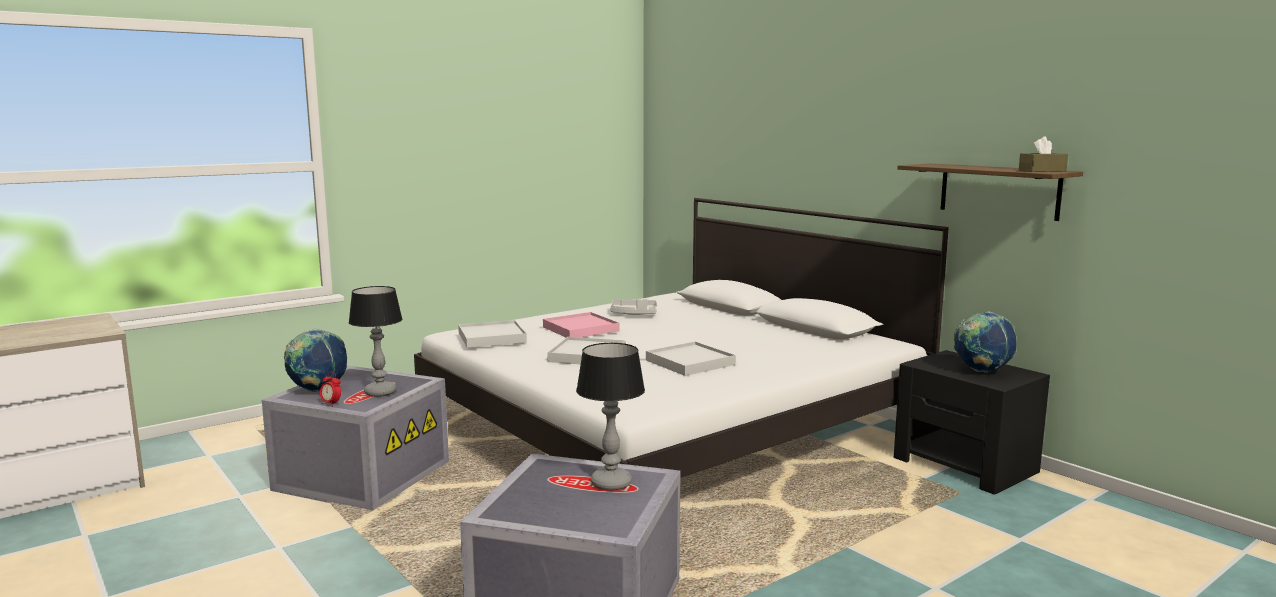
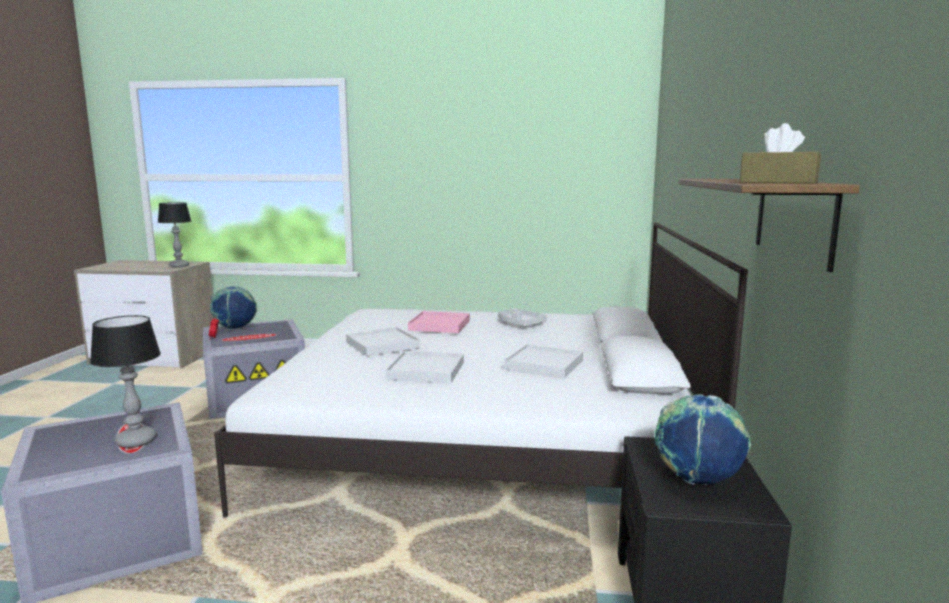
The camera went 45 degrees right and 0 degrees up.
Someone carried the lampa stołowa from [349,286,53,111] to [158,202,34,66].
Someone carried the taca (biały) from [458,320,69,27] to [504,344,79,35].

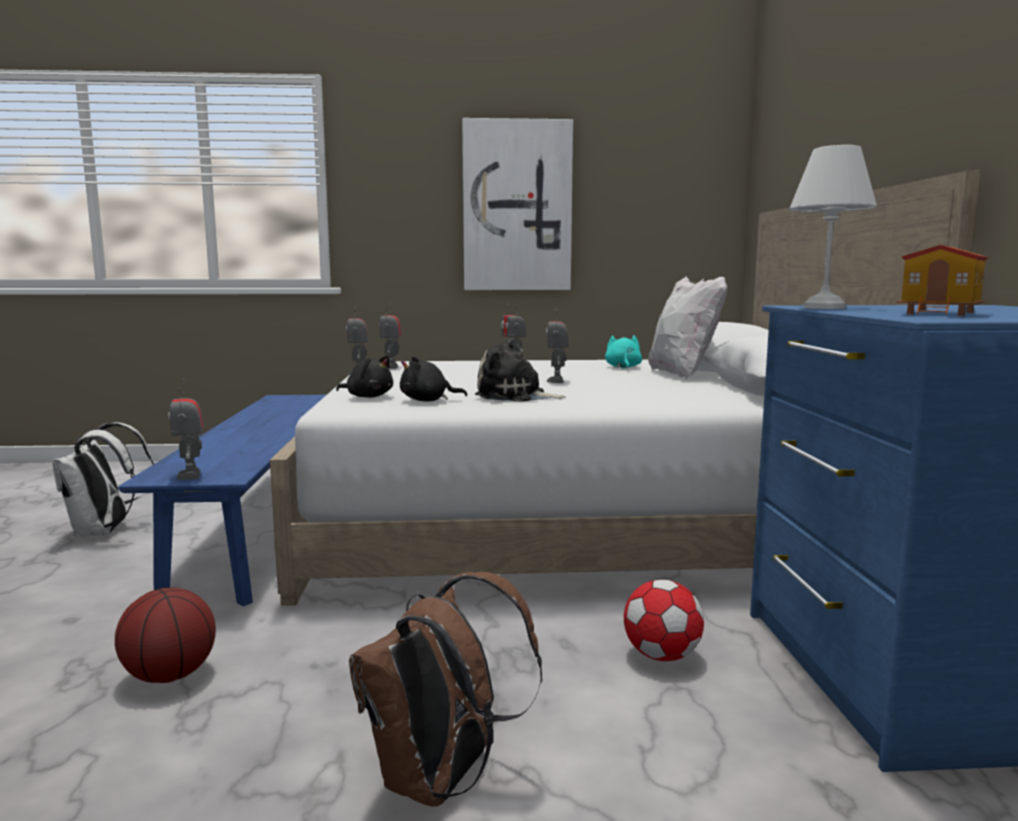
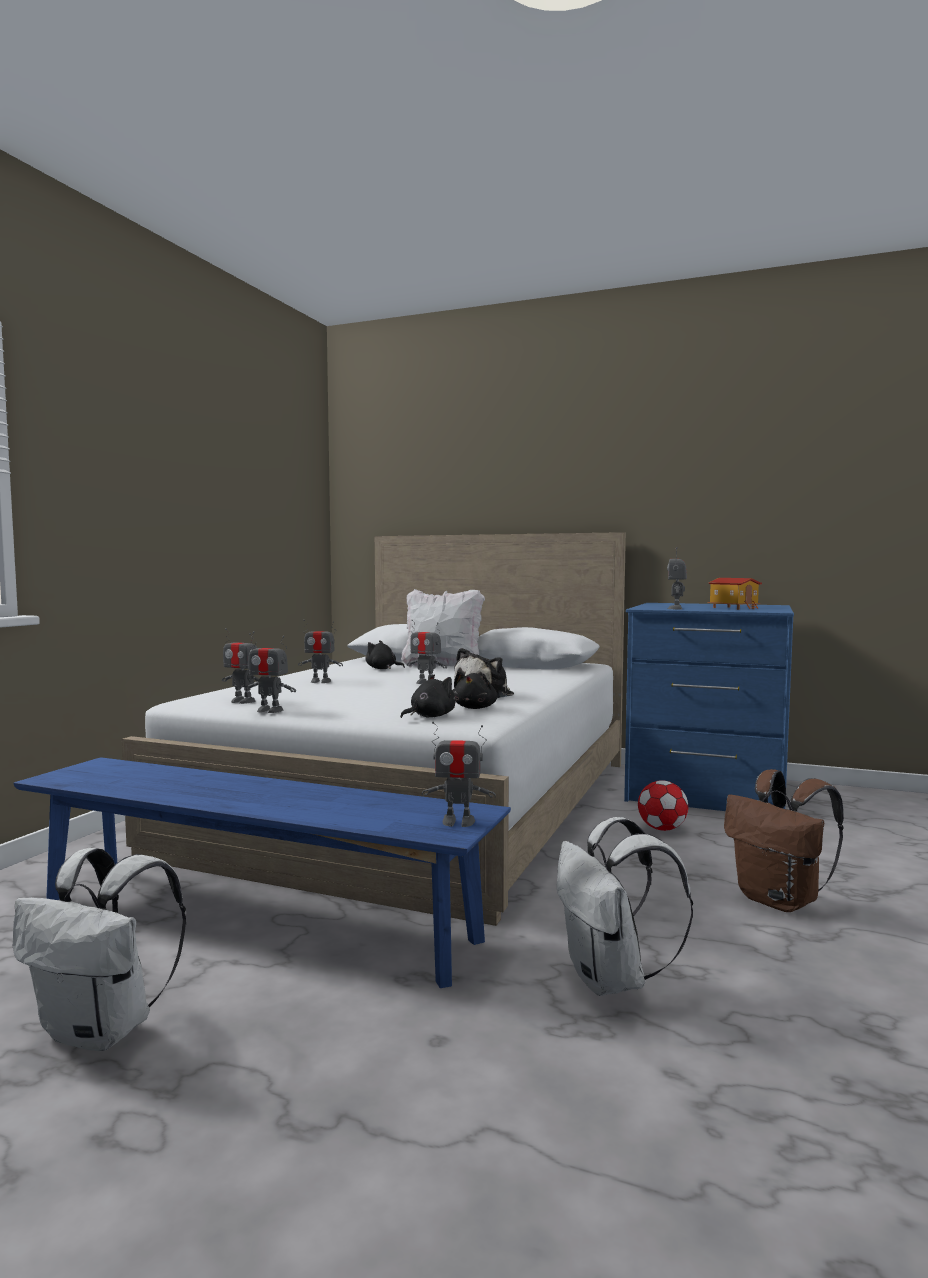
The camera went 65 degrees left and 5 degrees down.
Someone repainted the pluszak (turkusowy) at [605,335,37,34], which became the pluszak (czarny) at [366,640,39,29].
Someone swapped the piłka do koszykówki at [115,588,101,95] for the plecak (biały) at [557,817,136,179].
Someone swapped the lampa stołowa (biały) at [790,145,87,164] for the robot zabawkowy at [667,547,20,63].
Someone took away the obraz at [462,118,111,172].

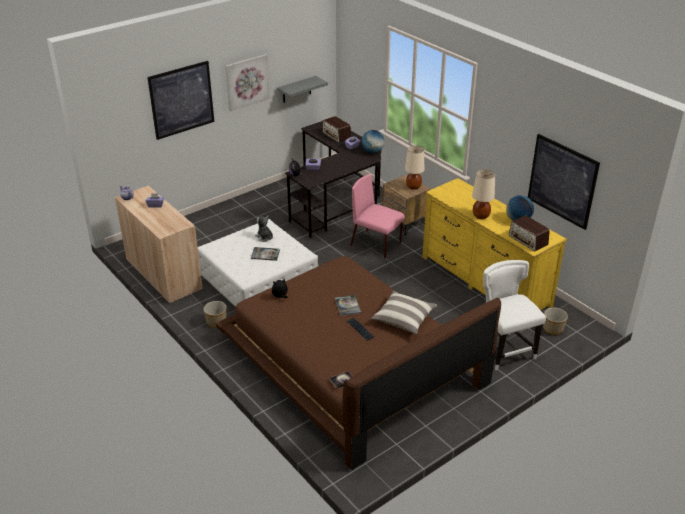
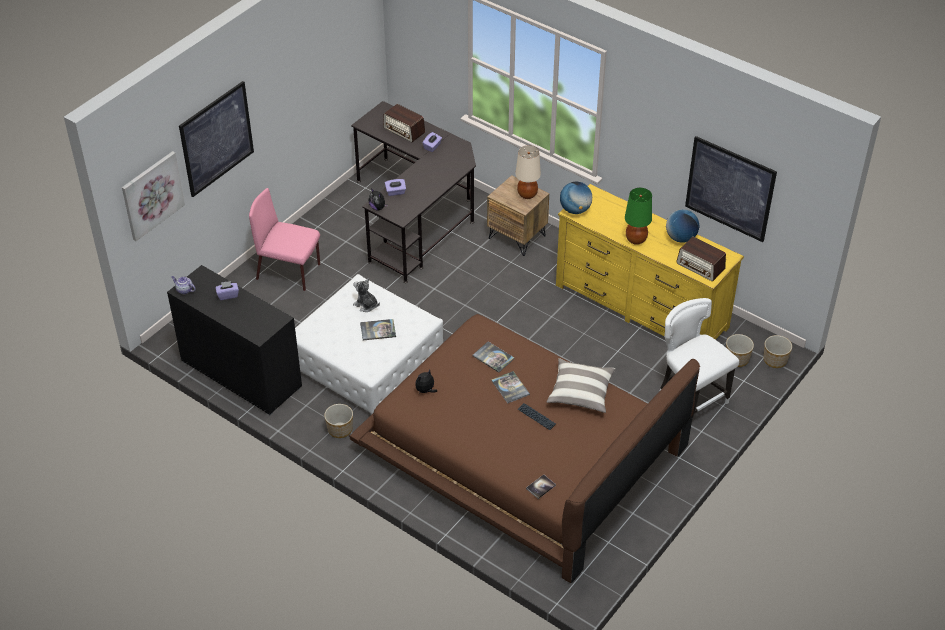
The camera went 15 degrees left and 10 degrees up.
Someone carried the obraz from [225,54,45,57] to [122,151,63,90].
Someone repainted the szafka (beżowy) at [115,186,88,118], which became the szafka (czarny) at [167,265,135,150].
Someone carried the krzesło (różowy) from [350,174,55,84] to [249,188,71,103].
Someone put down the książka at [472,341,42,32].
Someone carried the globus from [361,130,23,23] to [560,182,32,32].
Someone repainted the lampa stołowa (beżowy) at [472,170,23,49], which became the lampa stołowa (zielony) at [625,188,27,57].
Someone put down the donica at [764,335,28,33].
Someone took away the półka (szary) at [277,76,51,27].

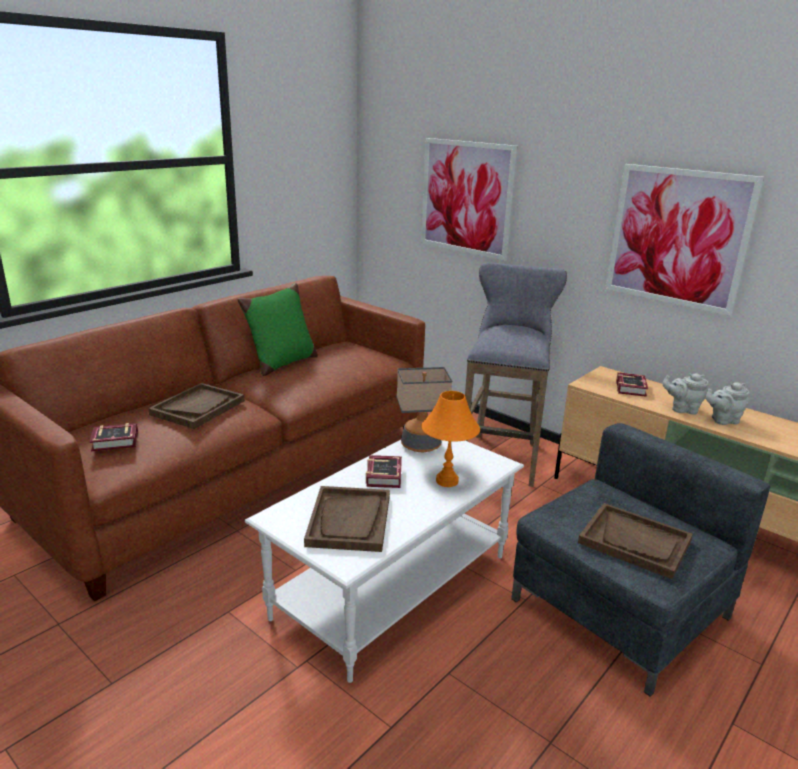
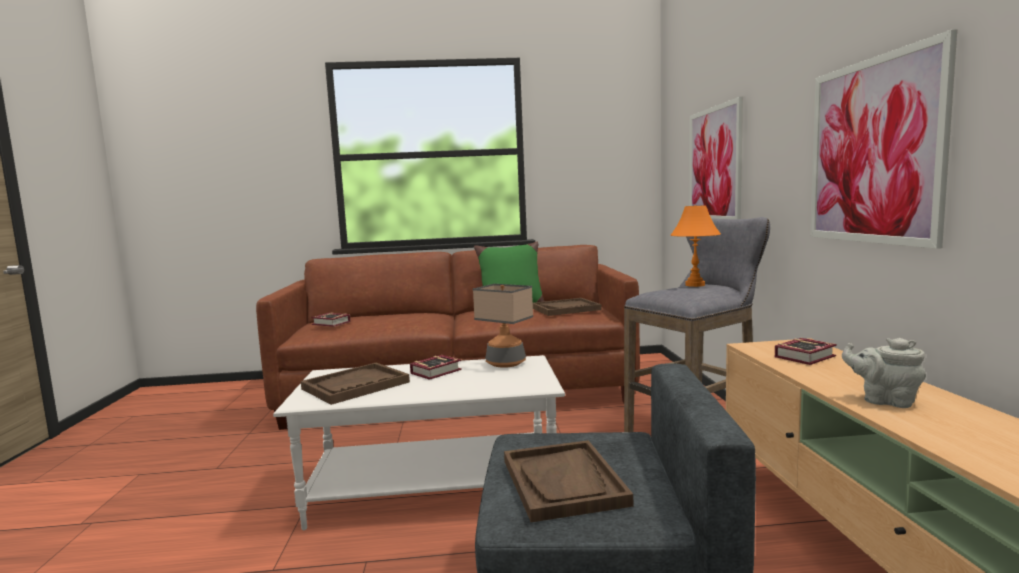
The camera went 45 degrees right and 15 degrees down.
Someone carried the taca (brązowy) from [148,383,97,46] to [533,298,69,18].
Someone carried the lampa stołowa (pomarańczowy) from [421,391,59,96] to [671,205,50,82].
Someone took away the imbryk (szary) at [663,373,46,42].

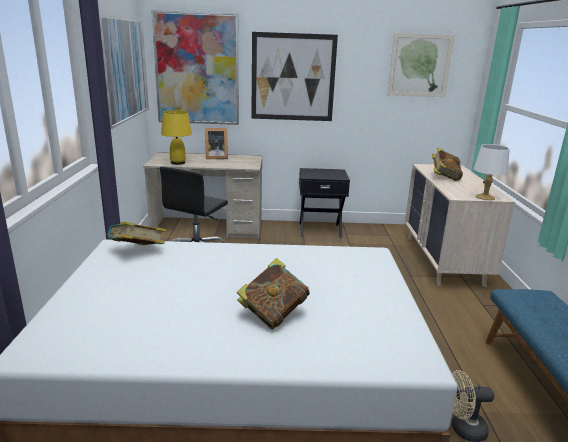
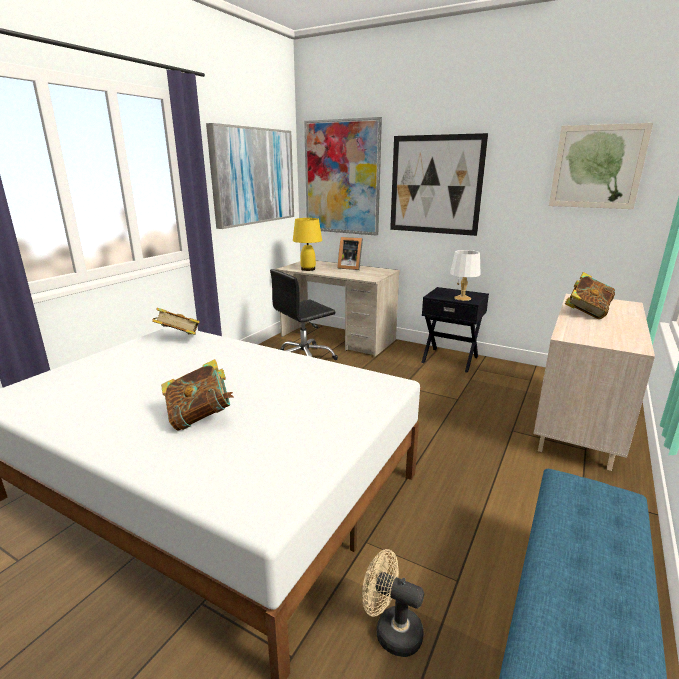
The camera went 30 degrees right and 0 degrees up.
Someone carried the lampa stołowa (biały) from [474,144,36,56] to [450,250,31,51].

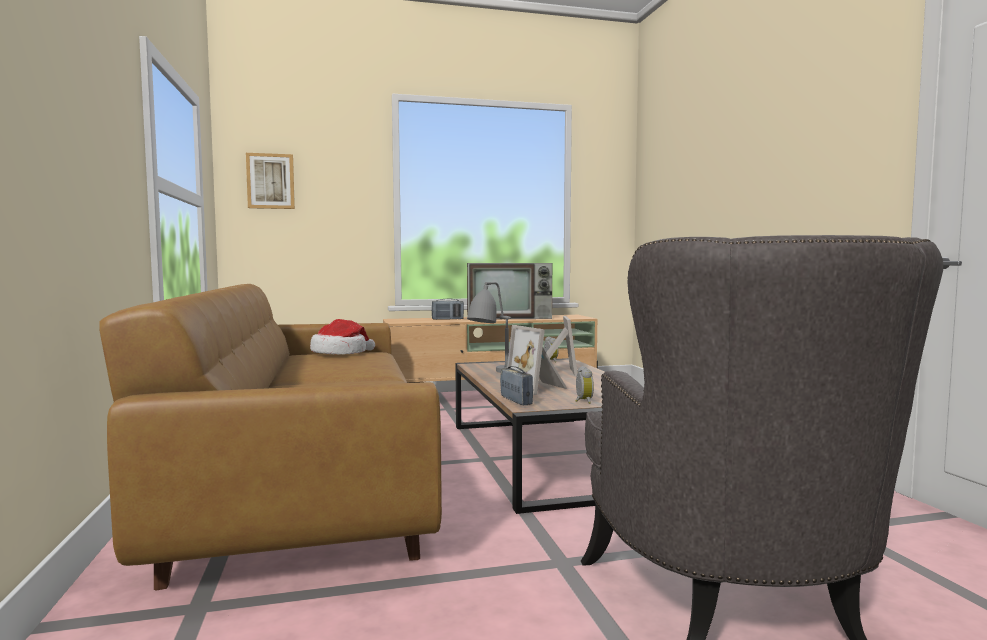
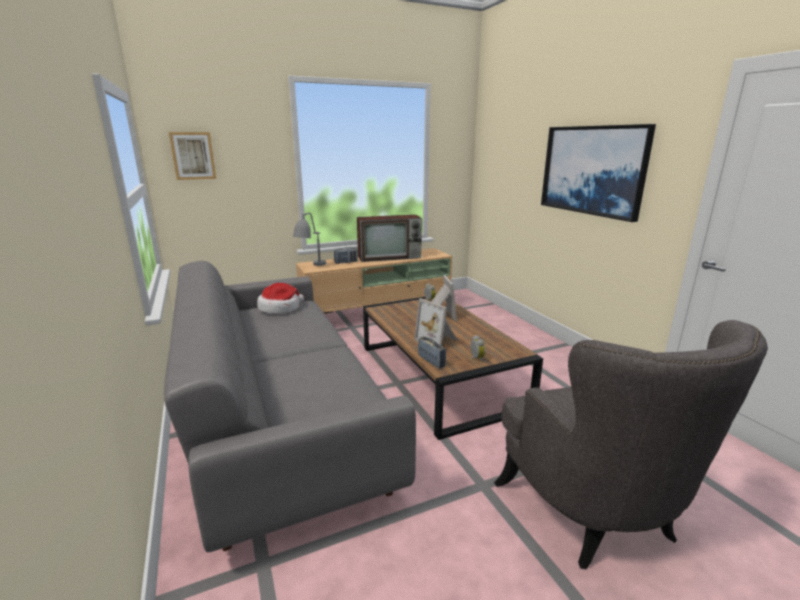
The camera went 10 degrees left and 15 degrees up.
Someone repainted the kanapa (brązowy) at [99,284,343,306], which became the kanapa (szary) at [164,261,252,291].
Someone carried the lampa stołowa (szary) from [467,282,44,91] to [293,213,33,53].
Someone put up the obraz at [541,124,115,98].

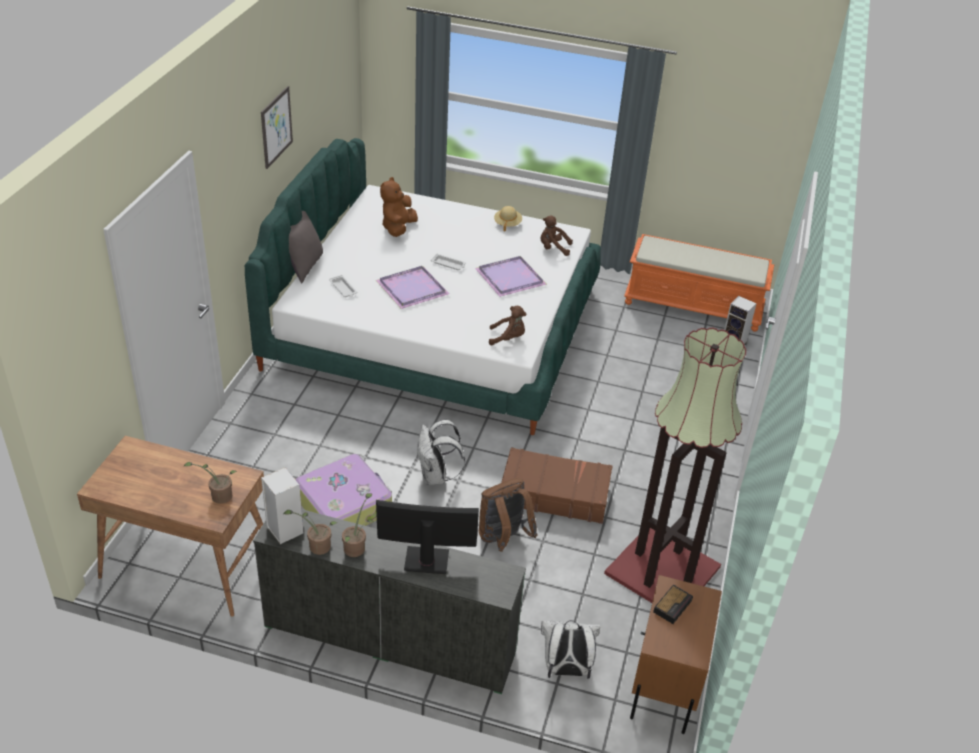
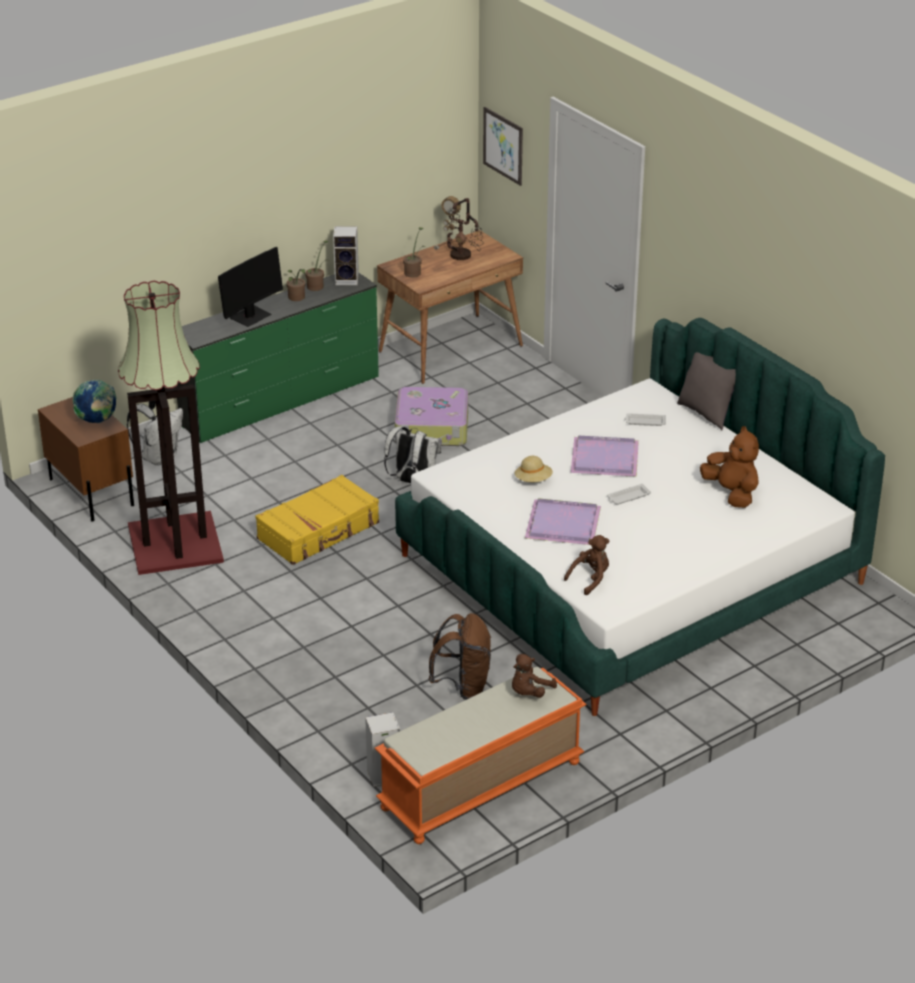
The camera went 130 degrees right and 5 degrees down.
Someone swapped the budzik at [653,585,40,39] for the globus at [73,380,44,43].
Someone repainted the walizka (brązowy) at [501,447,112,77], which became the walizka (żółty) at [256,475,123,90].
Someone carried the plecak (brązowy) from [479,478,59,74] to [428,613,63,87].
Someone put down the lampa stołowa at [434,196,49,64].
Someone carried the obraz from [261,86,32,83] to [483,107,40,79].
Someone carried the pluszak (brązowy) from [489,306,37,40] to [512,654,45,44].
Someone carried the kapelusz (beżowy) from [494,206,28,25] to [515,456,38,26].

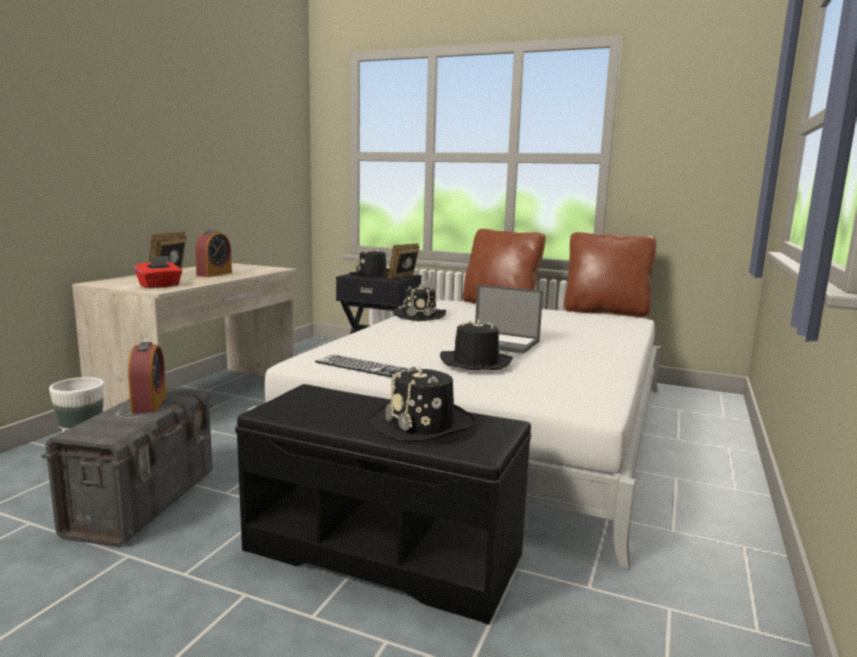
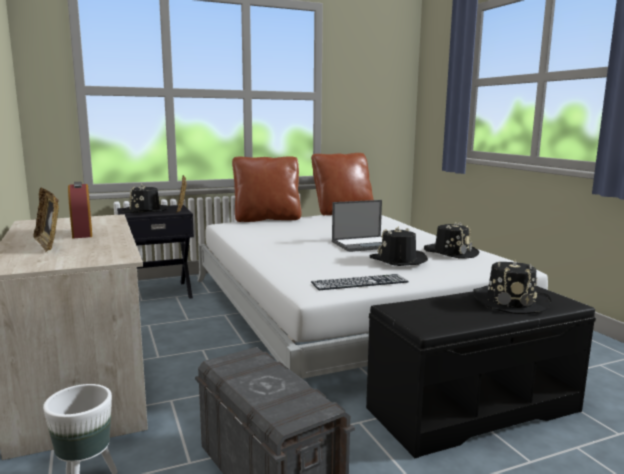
The camera went 45 degrees left and 0 degrees up.
Someone carried the kapelusz (czarny) from [393,284,53,37] to [424,221,56,38].
Someone took away the budzik at [128,342,38,71].
Someone took away the pudełko chusteczek (czerwony) at [134,256,48,32].

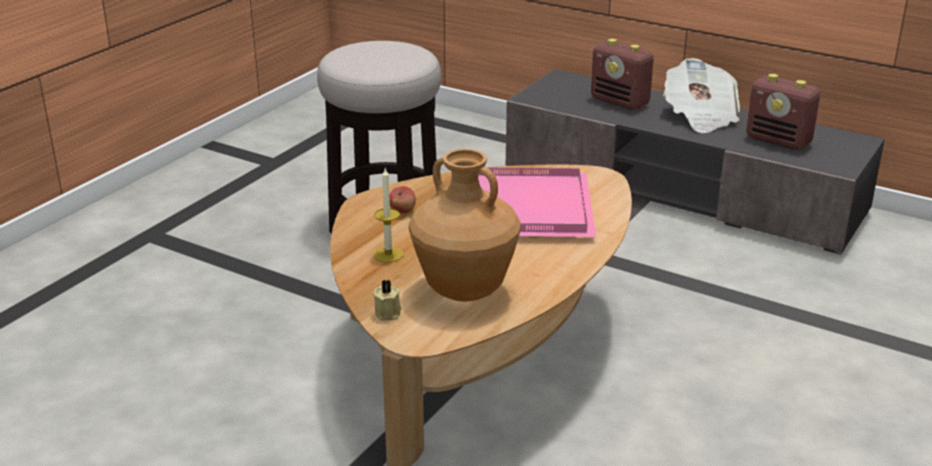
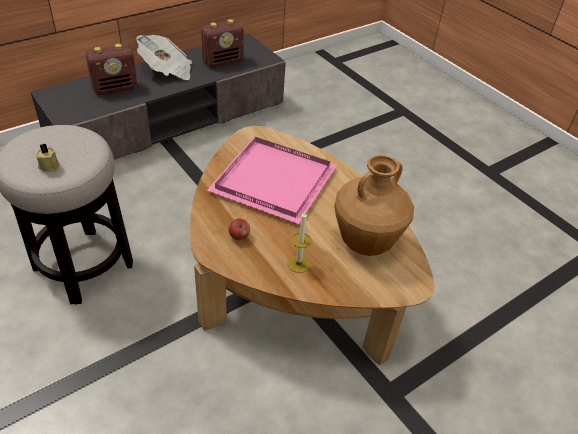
The camera went 70 degrees left and 15 degrees up.
Someone carried the świeca (beżowy) from [373,280,28,41] to [35,144,25,28].

